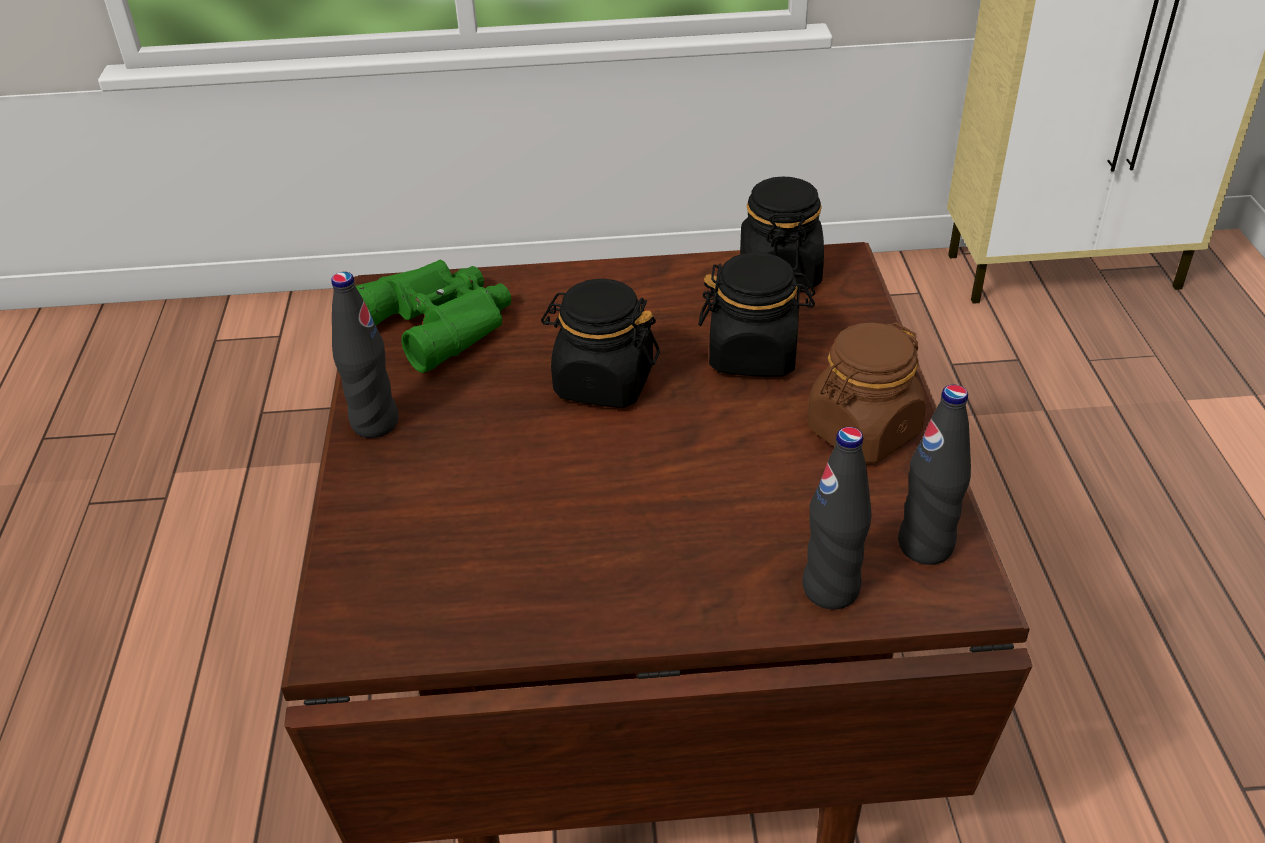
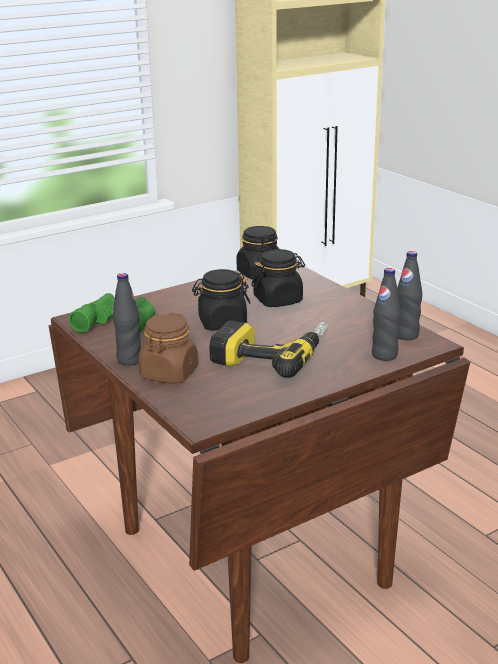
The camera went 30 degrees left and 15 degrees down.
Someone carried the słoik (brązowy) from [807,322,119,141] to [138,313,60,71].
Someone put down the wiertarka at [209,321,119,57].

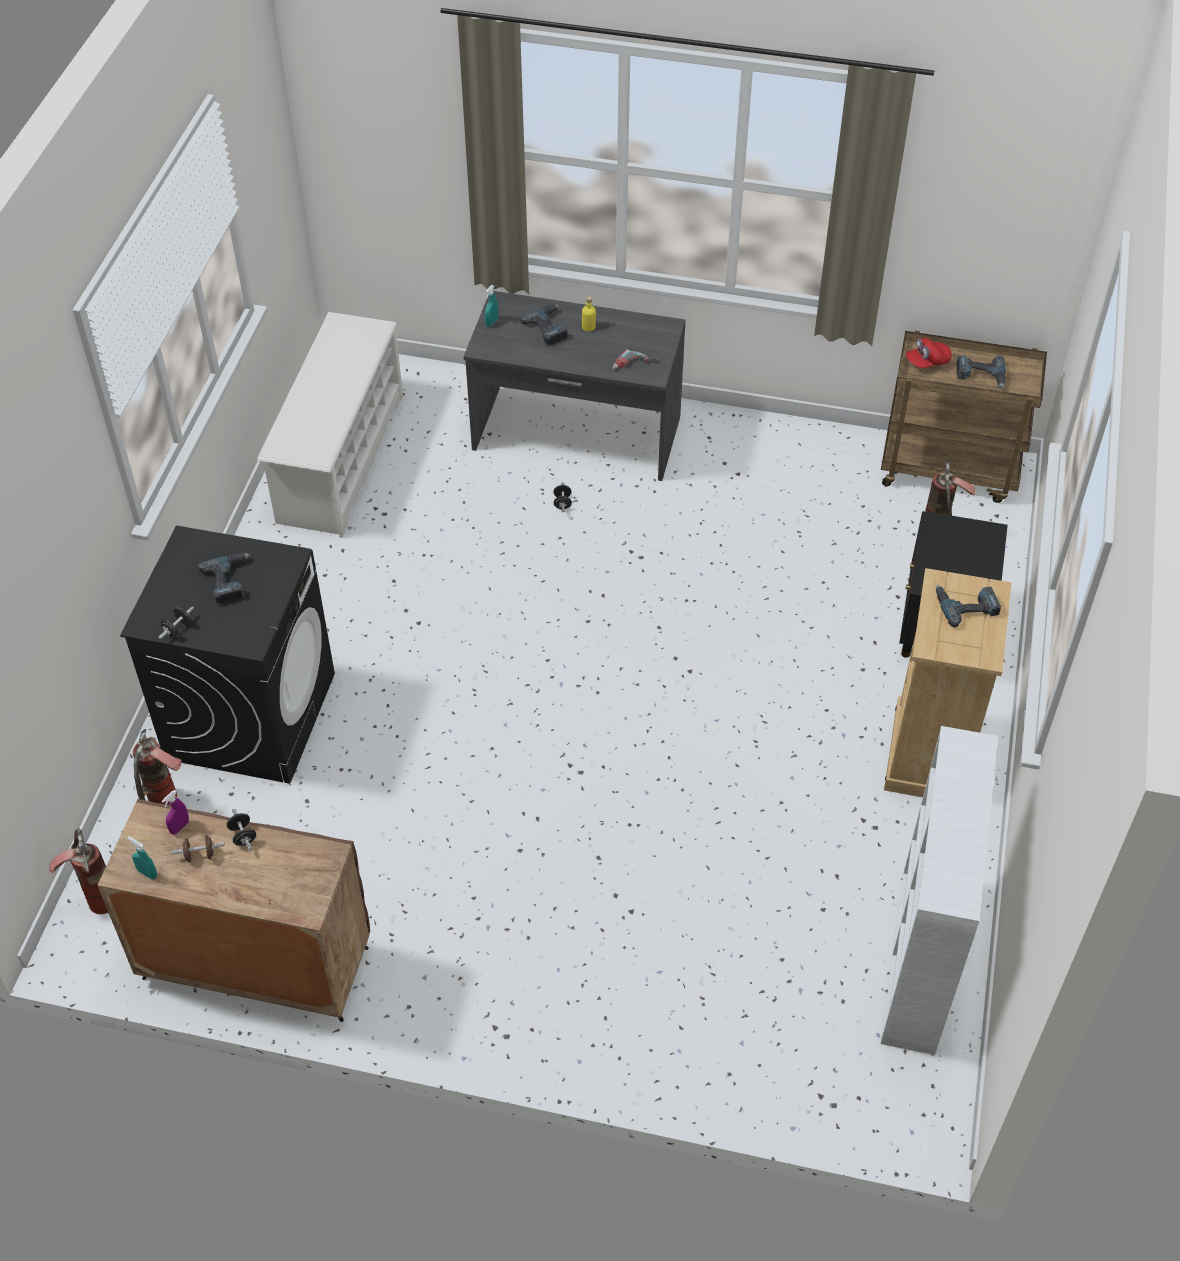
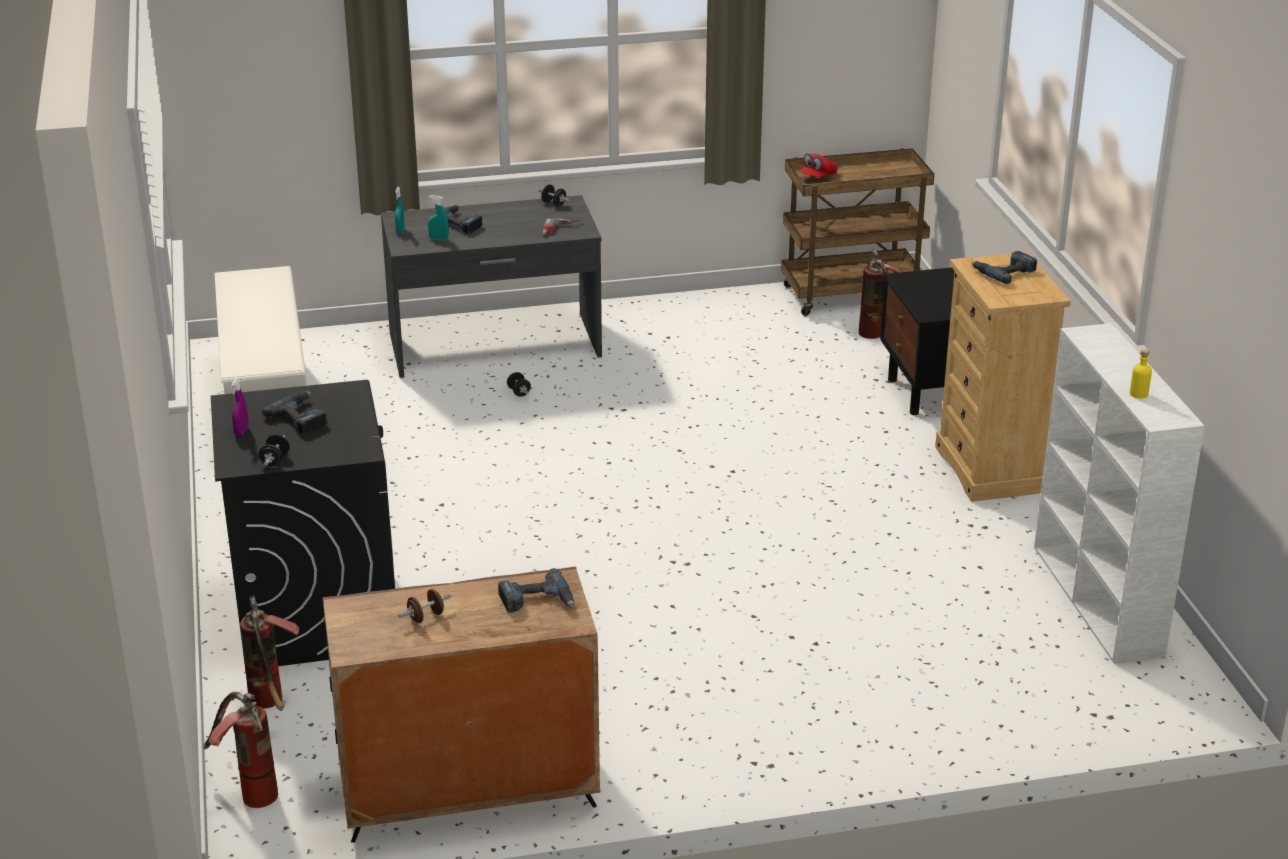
The camera went 25 degrees left and 20 degrees down.
Someone carried the spryskiwacz (fioletowy) from [162,790,27,45] to [231,378,18,58].
Someone carried the spryskiwacz (turkusowy) from [128,837,29,42] to [428,195,21,45].
Someone carried the wiertarka from [956,355,50,34] to [498,568,76,45].
Someone carried the hantel (czarny) from [227,809,29,41] to [538,184,32,22].
Someone carried the butelka (żółty) from [582,296,14,35] to [1130,349,22,50].

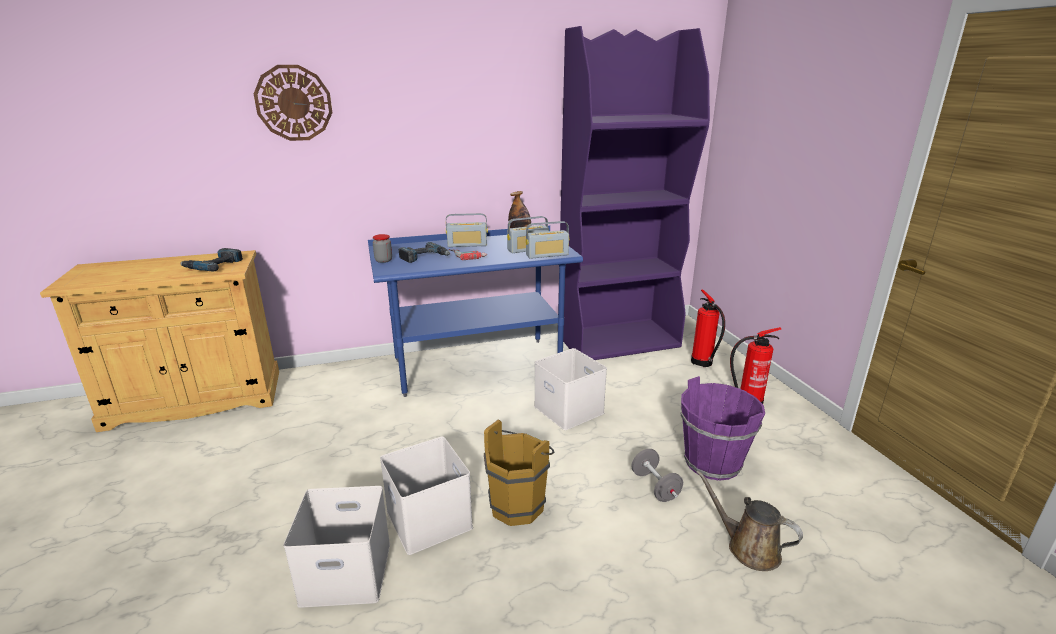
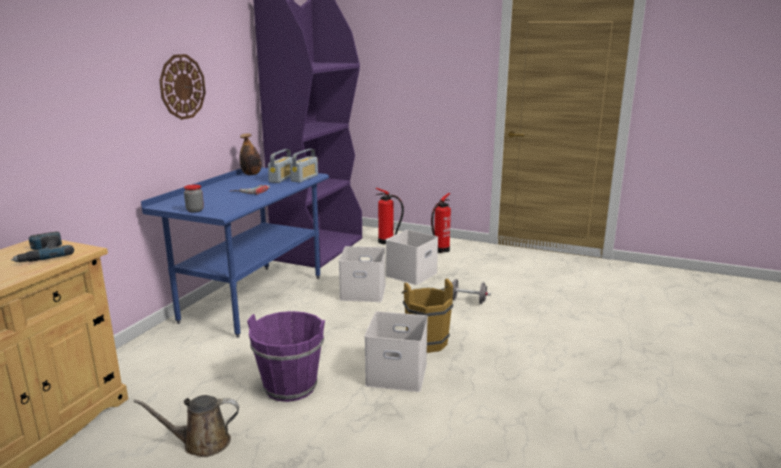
The camera went 50 degrees left and 5 degrees down.
Someone carried the konewka (brązowy) from [696,470,107,101] to [133,395,106,62].
Someone carried the zegar ścienny from [254,65,78,76] to [159,54,47,66].
Someone carried the wiadro (fioletowy) from [680,376,85,105] to [247,311,78,91].
Someone carried the pojemnik do przechowywania (biały) from [283,486,107,122] to [386,230,52,55].
Someone took away the wiertarka at [399,242,51,21].
Someone took away the radio at [446,213,42,34].

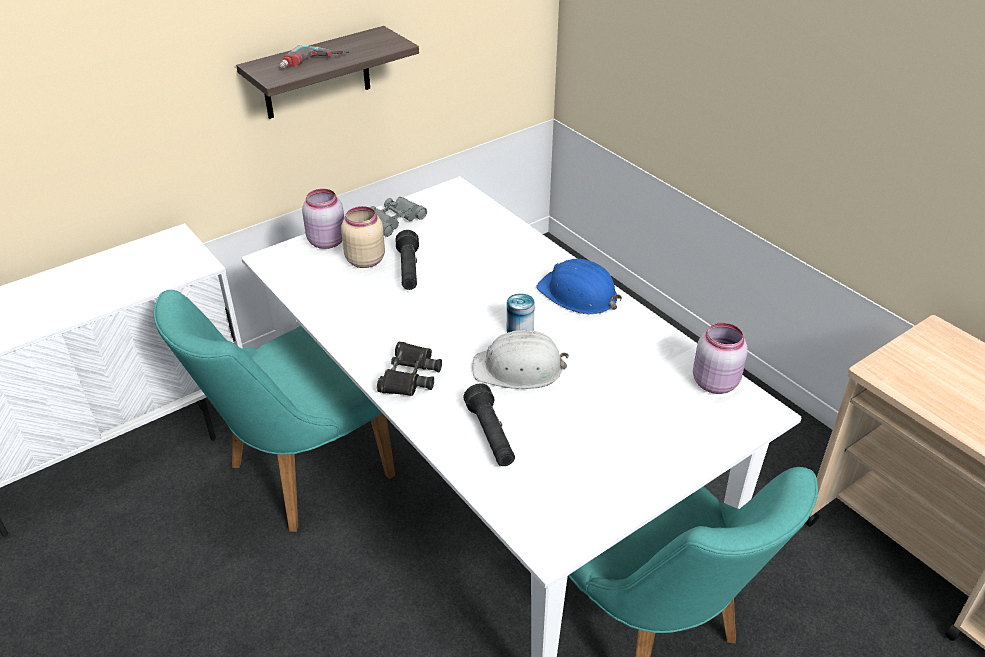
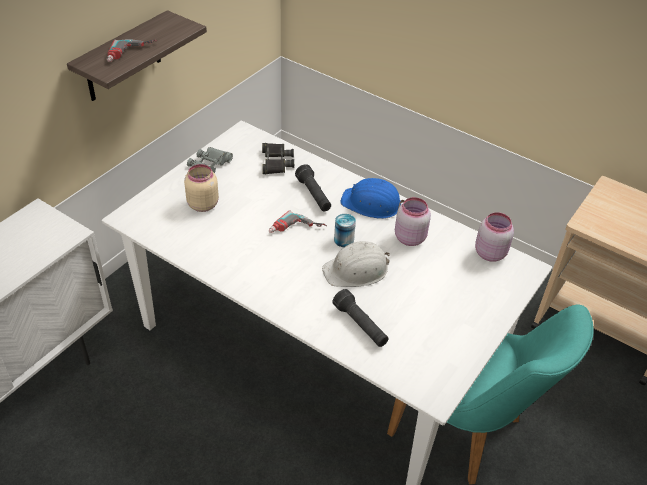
The camera went 20 degrees left and 5 degrees up.
Someone carried the lornetka (czarny) from [377,342,65,54] to [262,143,32,31].
Someone put down the wiertarka at [269,211,58,22].
Someone carried the latarka (czarny) from [396,230,23,60] to [295,164,36,47].
Someone carried the słoik (różowy) from [302,189,42,60] to [395,197,36,49].
Someone took away the krzesło (turkusowy) at [153,290,242,242].

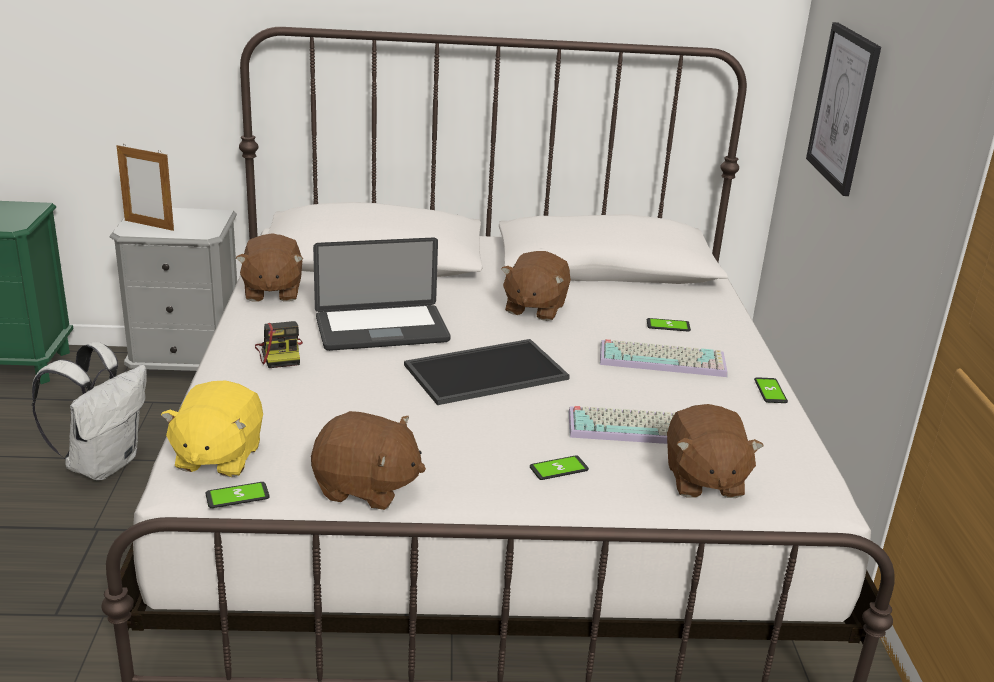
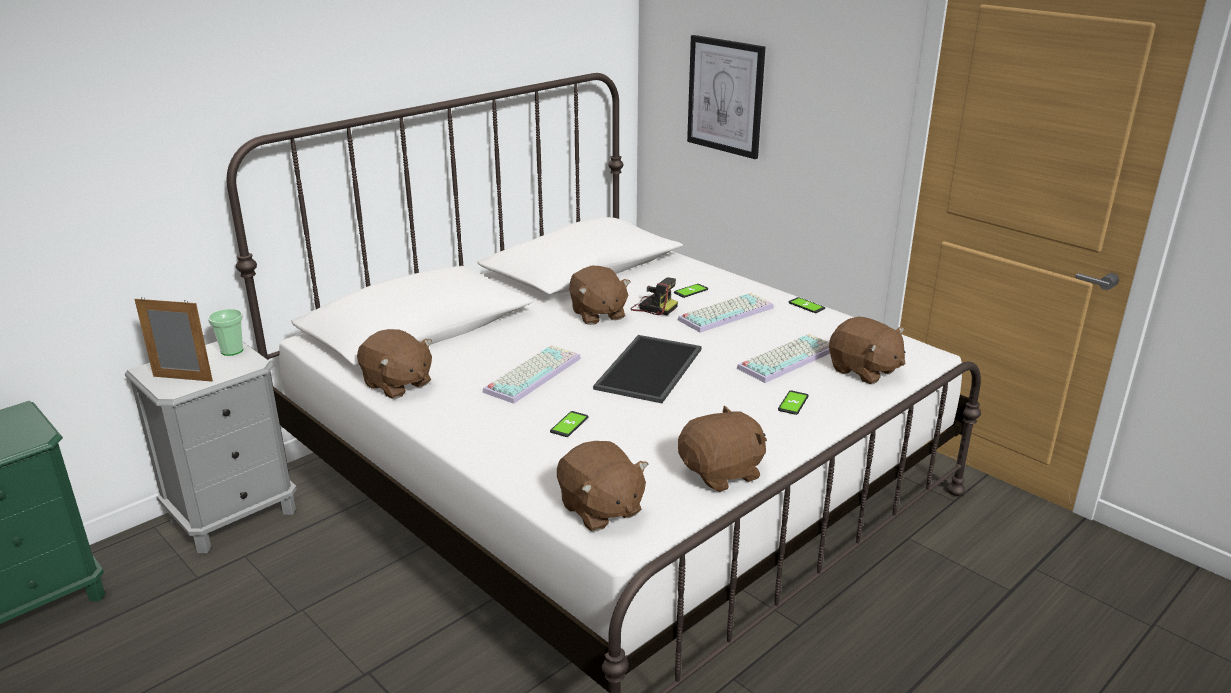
The camera went 40 degrees left and 0 degrees up.
Someone rotated the ramka na zdjęcie at [116,145,58,86] by 150 degrees counterclockwise.
Someone put down the filiżanka at [208,309,35,47].
Someone swapped the laptop at [313,237,138,114] for the klawiatura at [482,345,99,59].
Someone carried the telefon from [205,482,65,26] to [550,411,39,26].
Someone repainted the pluszak (żółty) at [161,381,102,96], which became the pluszak (brązowy) at [557,441,91,90].
Someone carried the aparat fotograficzny from [255,321,48,47] to [630,277,48,38].
Someone took away the plecak (biały) at [32,342,115,138].

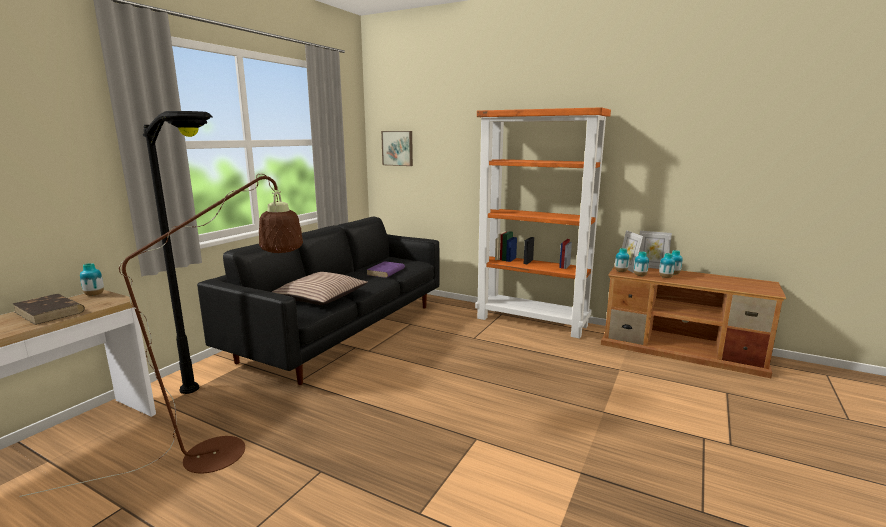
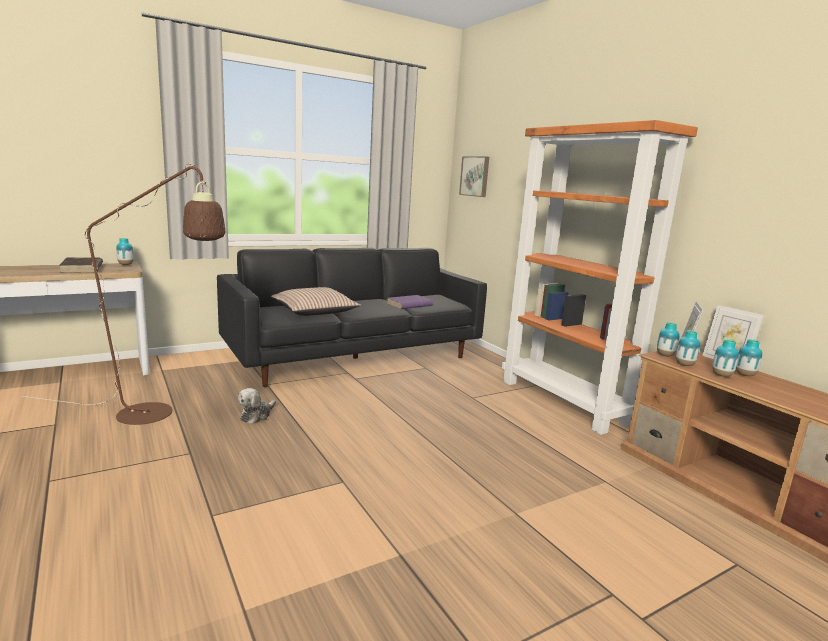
The camera went 30 degrees right and 0 degrees up.
Someone put down the pluszak at [238,388,38,36].
Someone took away the lampa stojąca (czarny) at [143,111,70,283].

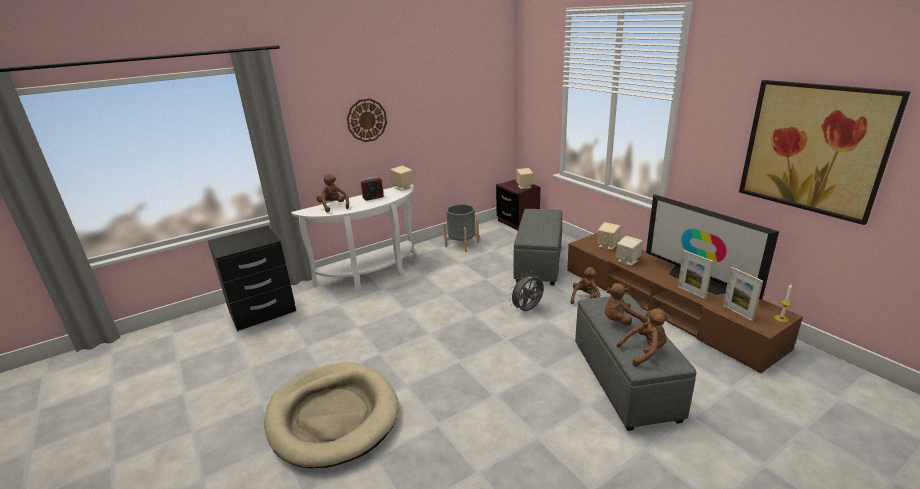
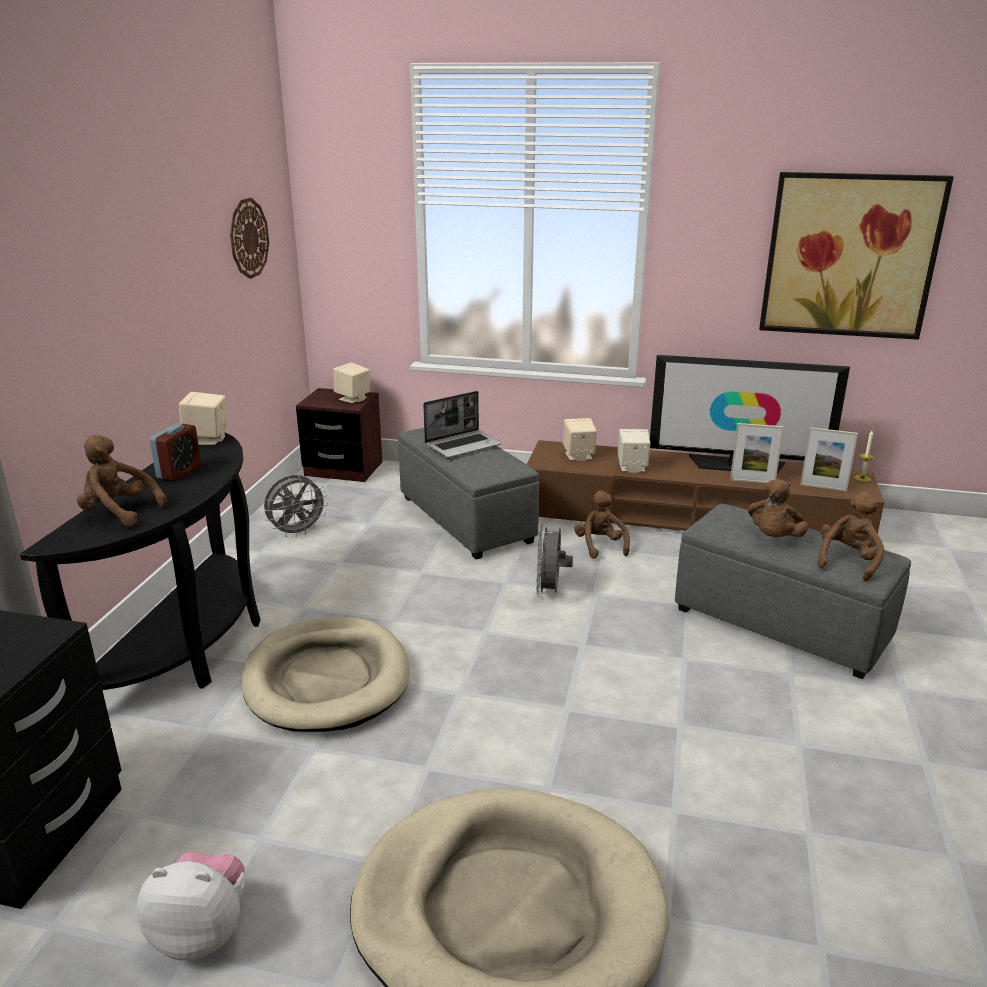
The camera went 45 degrees left and 0 degrees up.
Someone repainted the stolik konsolowy (biały) at [291,184,124,106], which became the stolik konsolowy (czarny) at [20,433,240,257].
Someone put down the pluszak at [136,851,108,110].
Someone carried the zegar ścienny from [347,98,40,44] to [230,198,39,81].
Someone put down the legowisko (beżowy) at [242,617,168,115].
Someone swapped the donica (szary) at [444,204,35,48] for the wentylator (szary) at [264,475,64,63].
Someone put down the laptop at [423,391,79,67].

